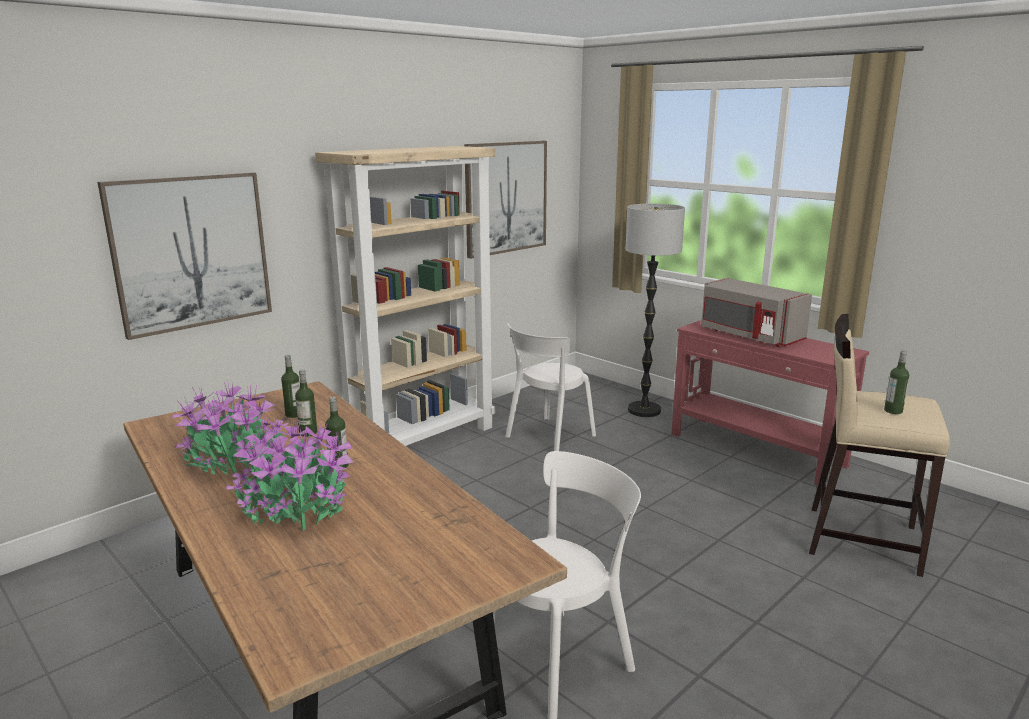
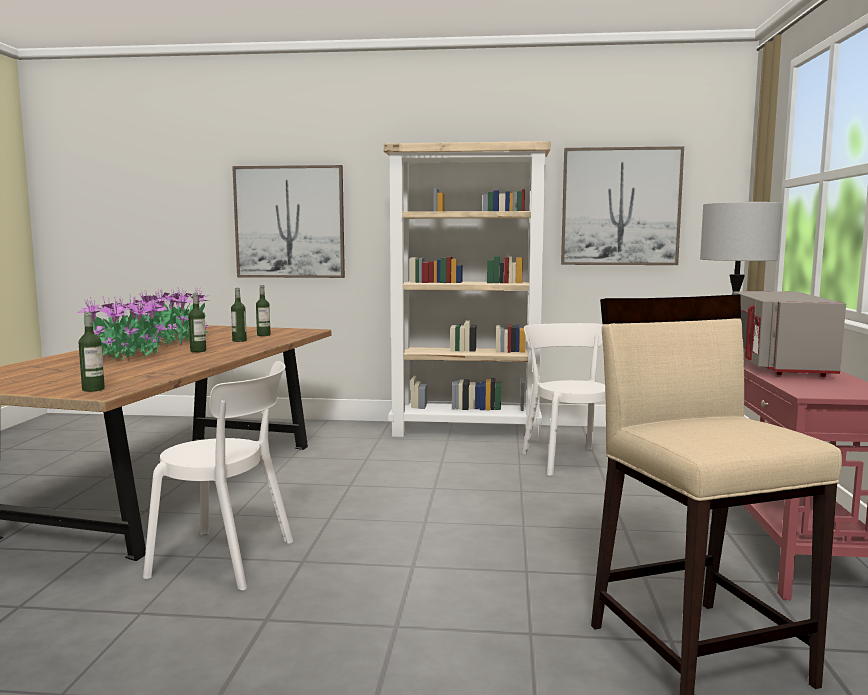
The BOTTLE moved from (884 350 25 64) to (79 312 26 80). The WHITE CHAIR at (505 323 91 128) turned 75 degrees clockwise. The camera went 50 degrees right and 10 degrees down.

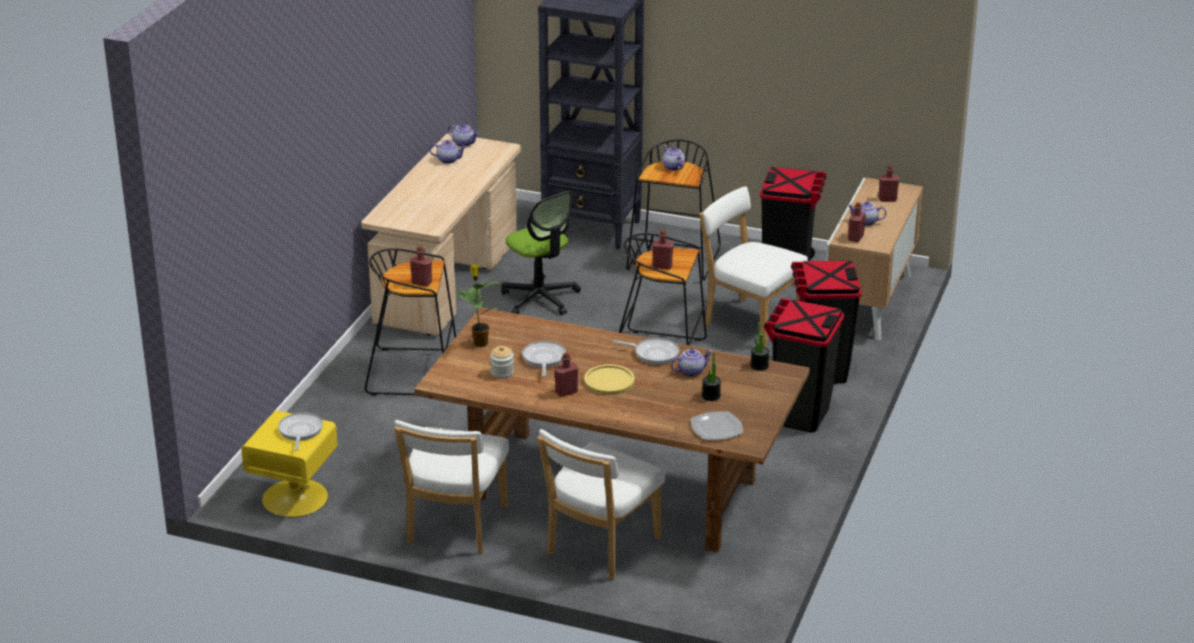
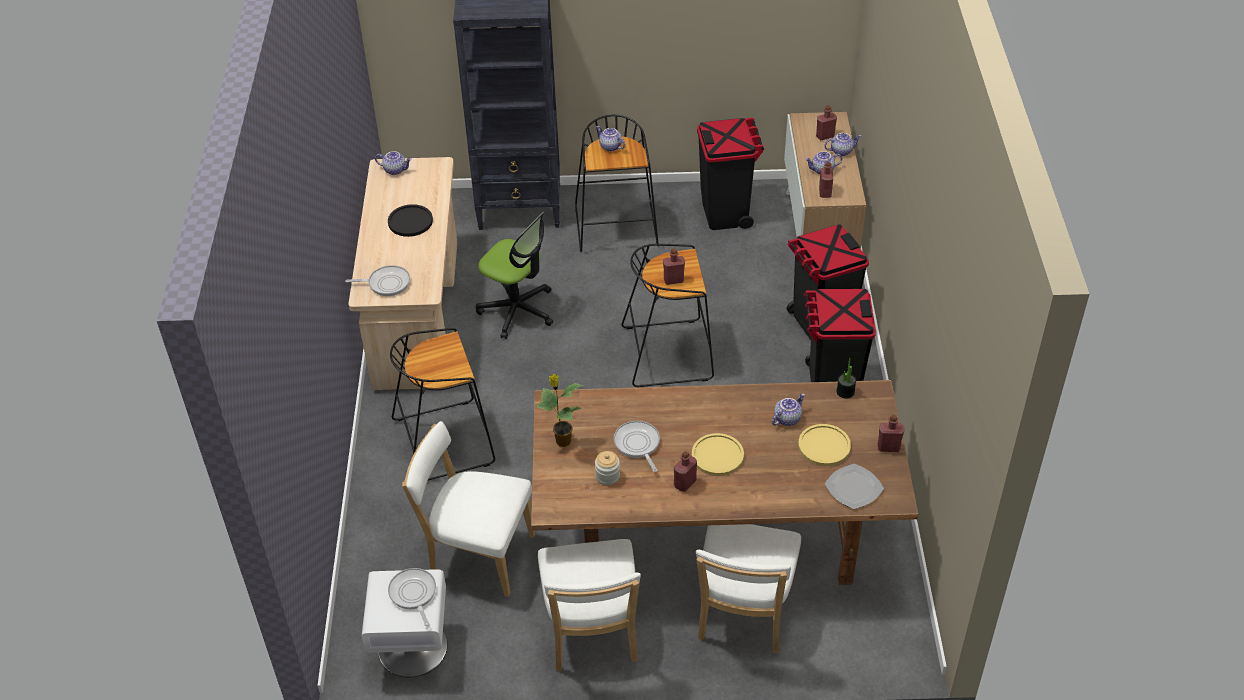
The BLACK PLATE at (388 204 45 33) appeared. The RED BOTTLE moved from (410 246 22 41) to (878 415 27 37). The TEAPOT moved from (429 140 37 24) to (824 133 37 23). The FRYING PAN moved from (613 338 66 27) to (345 265 65 31). The WHITE CHAIR moved from (699 186 109 161) to (402 421 133 176). The POTTED PLANT at (702 352 19 49) was replaced by the YELLOW PLATE at (798 424 53 42). The YELLOW NIGHTSTAND at (241 411 97 106) became the WHITE NIGHTSTAND at (362 569 86 108). The camera went 20 degrees left and 15 degrees up.

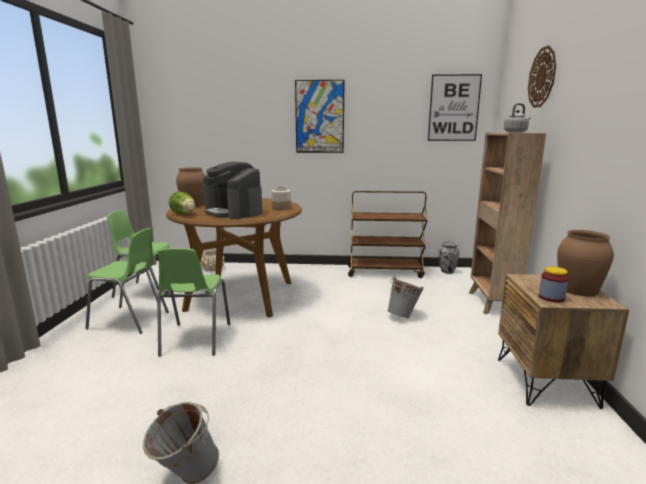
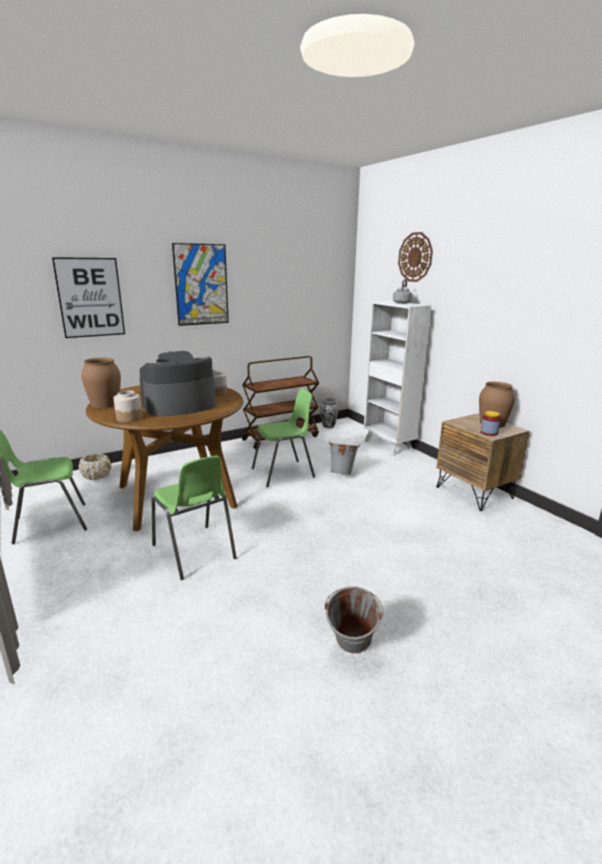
The GREEN CHAIR moved from (85 228 84 106) to (252 389 63 98). The PICTURE moved from (428 74 54 67) to (52 257 73 81). The LETTUCE at (169 192 26 22) was replaced by the JAR at (114 390 28 32). The BROWN BOOKCASE at (469 132 77 182) became the WHITE BOOKCASE at (364 301 67 155). The COFFEE MACHINE at (203 162 60 57) turned 135 degrees clockwise. The camera went 35 degrees left and 5 degrees up.

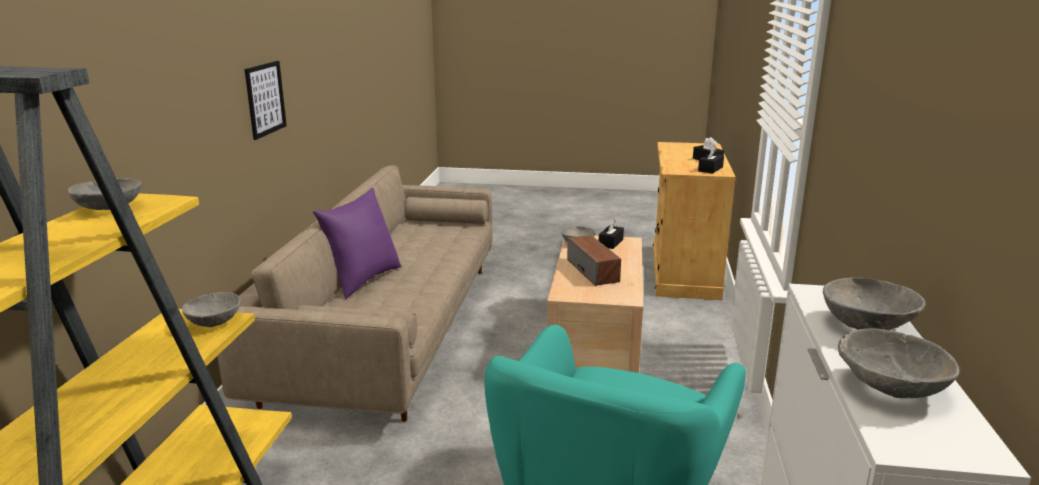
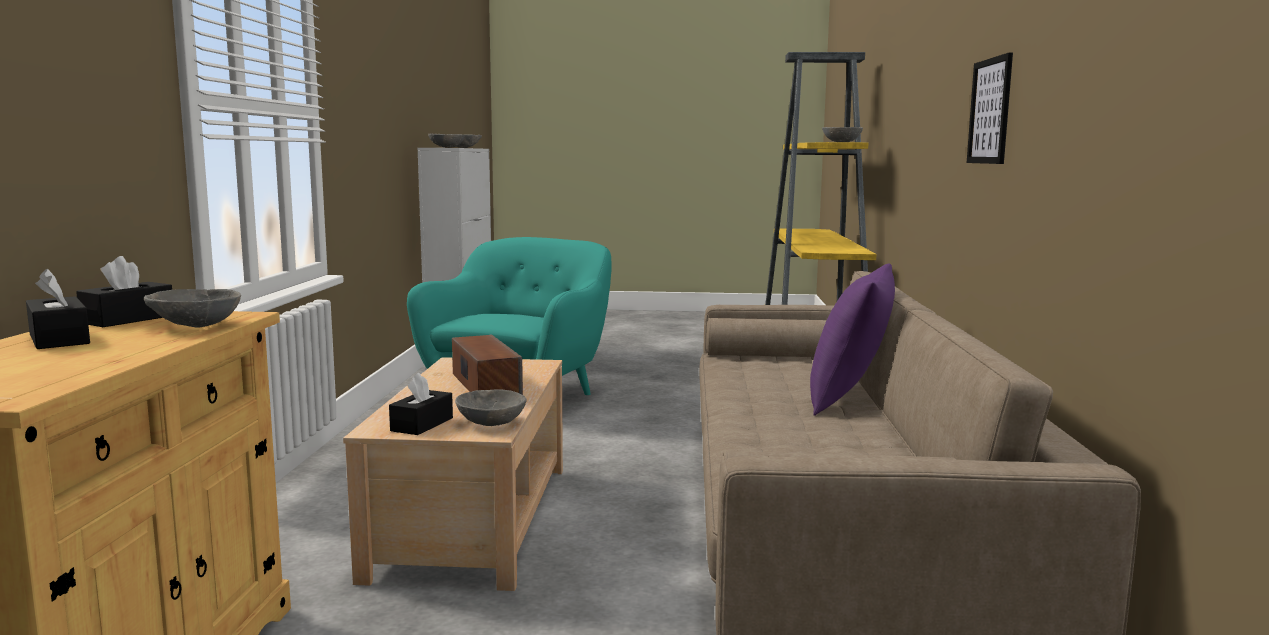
The GREY BOWL moved from (182 292 59 35) to (144 289 97 39). The camera went 175 degrees right and 10 degrees down.

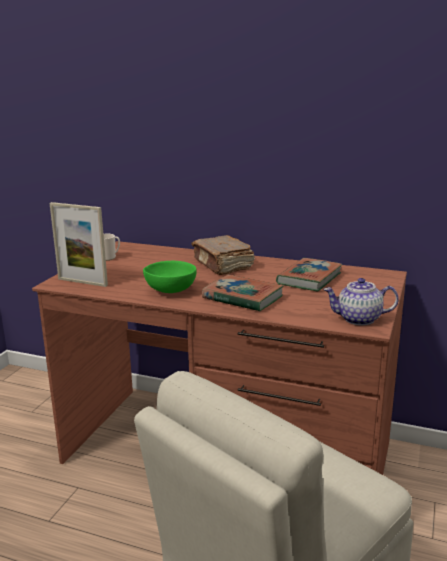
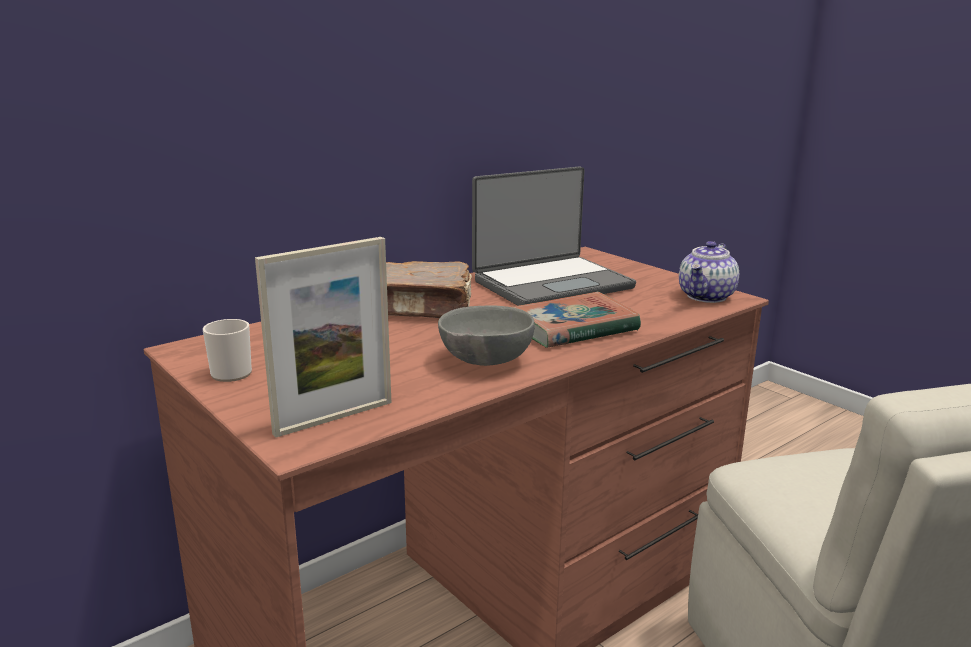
The BOOK at (276 258 67 33) was replaced by the LAPTOP at (472 166 164 140). The GREEN BOWL at (143 261 54 32) became the GREY BOWL at (438 305 97 61). The camera went 60 degrees left and 0 degrees up.

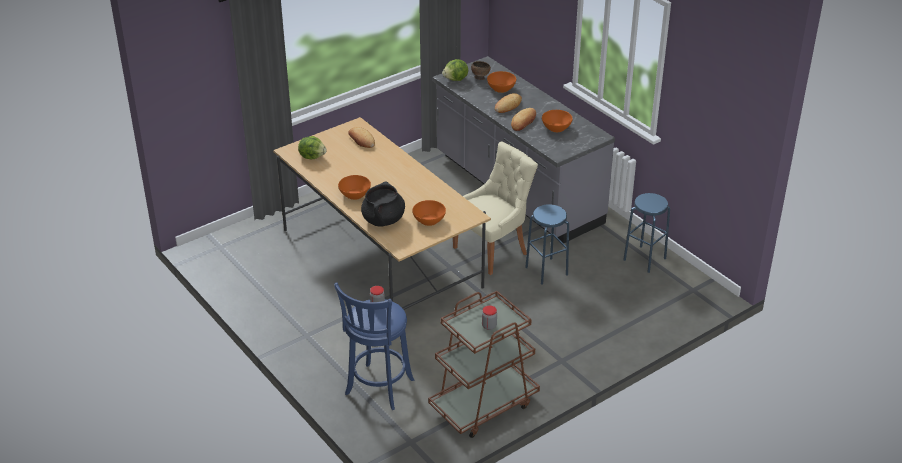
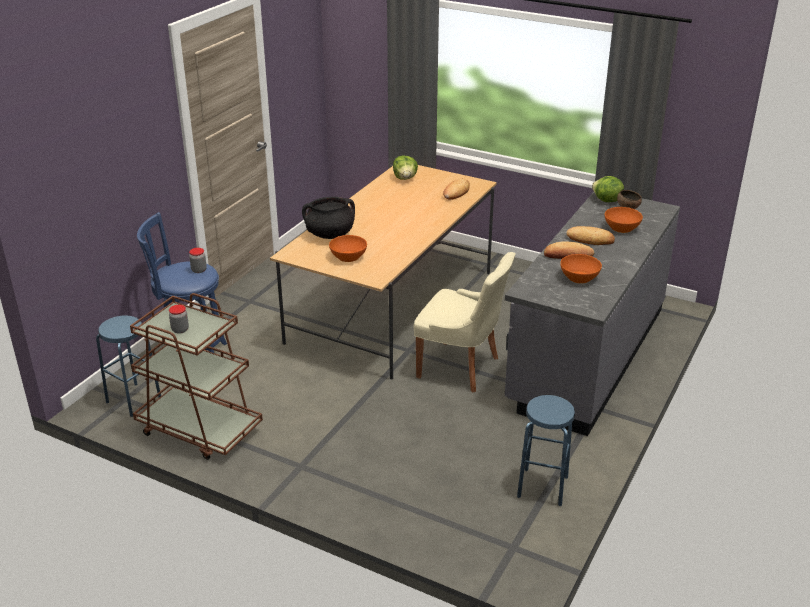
The ORANGE BOWL at (338 175 33 25) disappeared. The BLUE STOOL moved from (525 204 44 81) to (96 316 65 101). The camera went 65 degrees right and 5 degrees down.

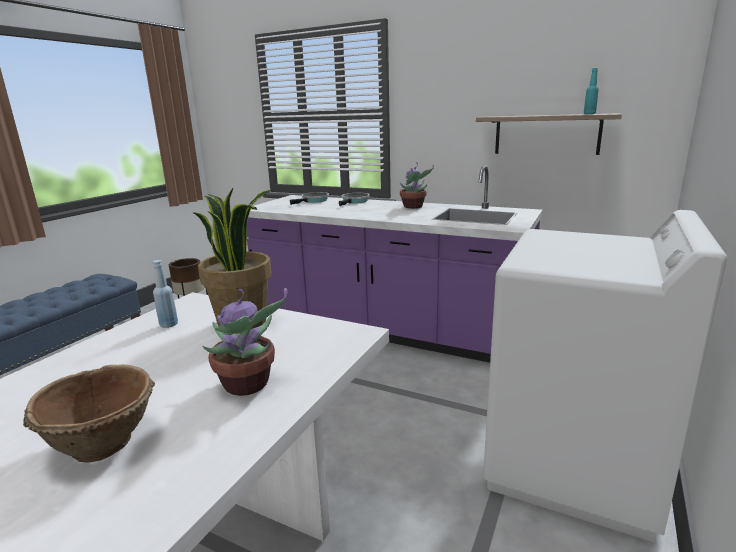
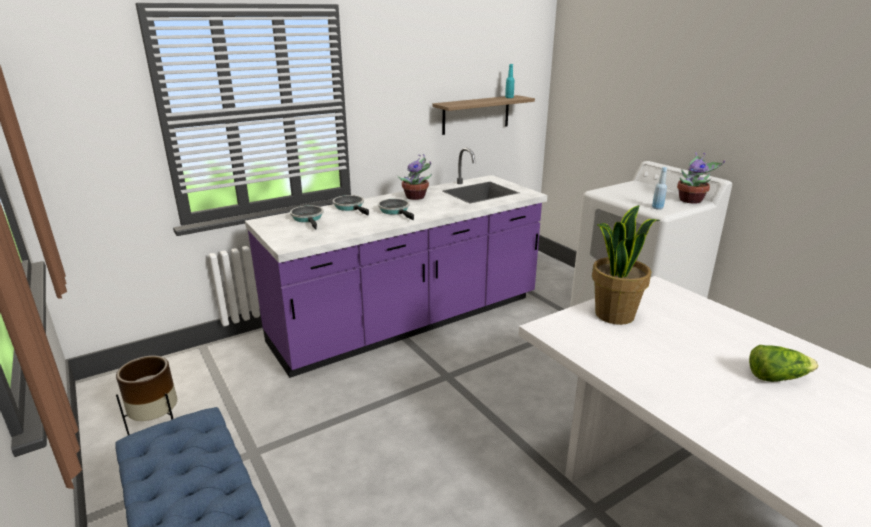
The FRYING PAN at (378 199 36 21) appeared. The BLUE BOTTLE moved from (152 260 26 68) to (652 167 15 43). The POTTED PLANT moved from (202 288 86 108) to (677 152 48 52). The BROWN BOWL at (23 364 132 99) was replaced by the LETTUCE at (749 345 70 37). The camera went 60 degrees left and 5 degrees up.

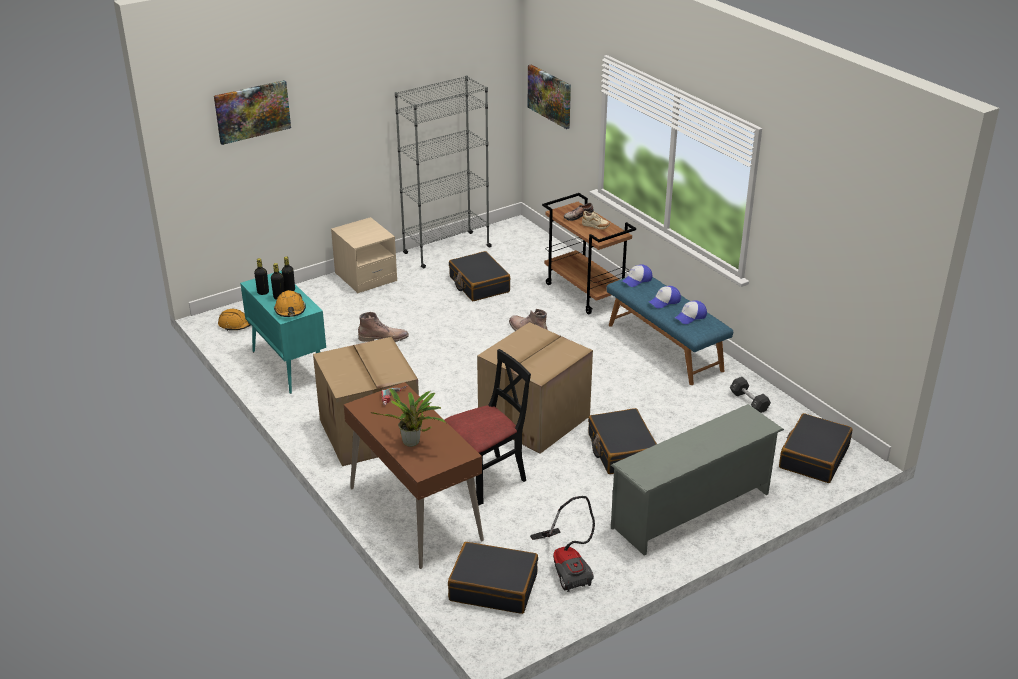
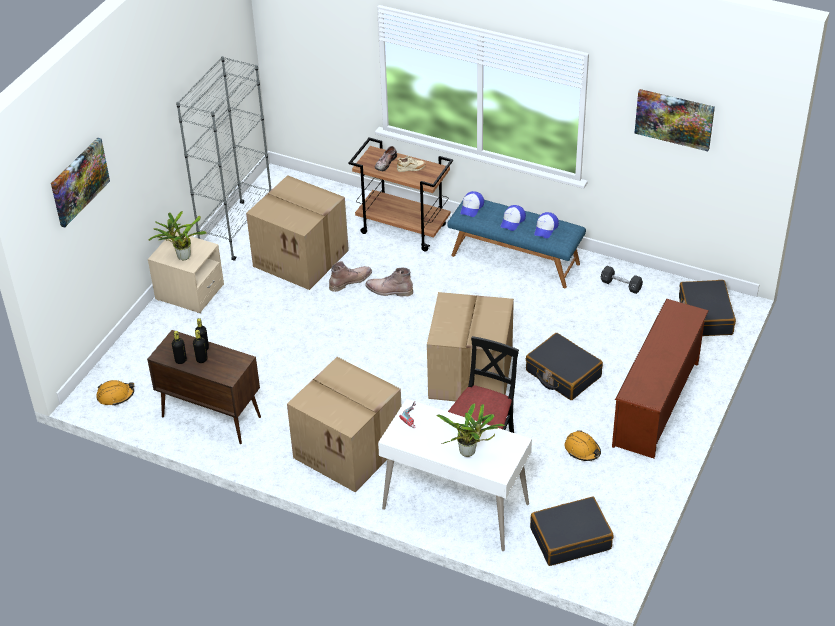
The VACUUM CLEANER at (530 496 65 96) disappeared. The POTTED PLANT at (148 211 59 49) appeared. The ORANGE HARD HAT moved from (274 290 32 27) to (564 431 37 30). The BROWN BOOT moved from (358 312 51 30) to (329 261 43 31). The PICTURE moved from (528 65 43 64) to (635 89 80 62). The BLACK SUITCASE at (449 251 62 50) was replaced by the CARDBOARD BOX at (246 175 103 115). The TURQUOISE CABINET at (240 271 86 123) became the BROWN CABINET at (147 330 114 114). The BROWN DESK at (344 382 140 187) became the WHITE DESK at (378 399 154 152). The GREY SHOE RACK at (611 404 173 152) became the BROWN SHOE RACK at (612 299 97 159). The camera went 30 degrees left and 10 degrees up.

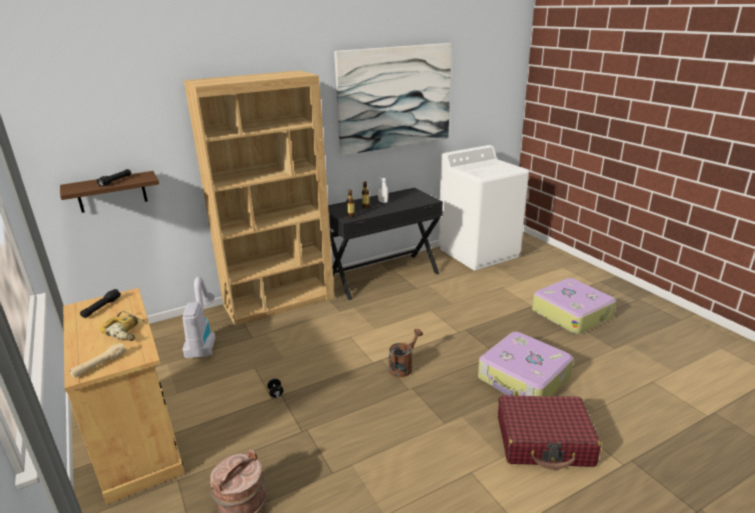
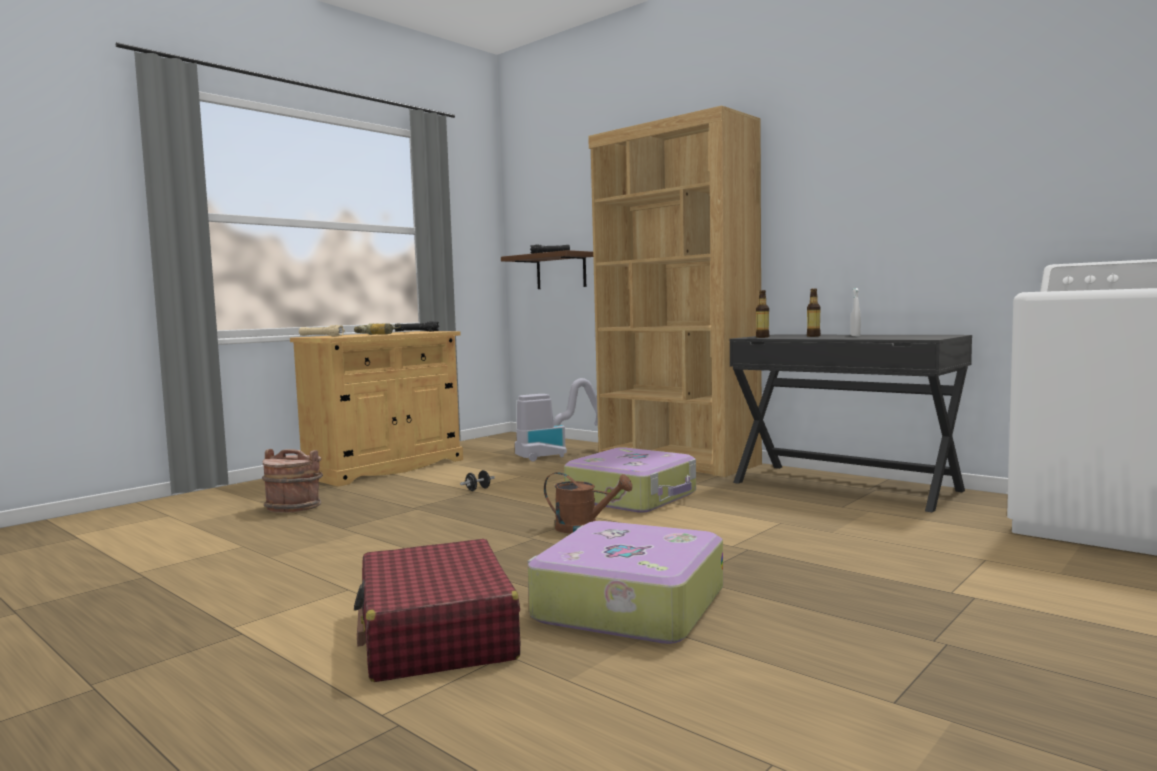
The PICTURE at (334 43 118 113) disappeared. The SUITCASE moved from (532 278 84 56) to (564 447 132 66). The camera went 70 degrees right and 20 degrees down.

